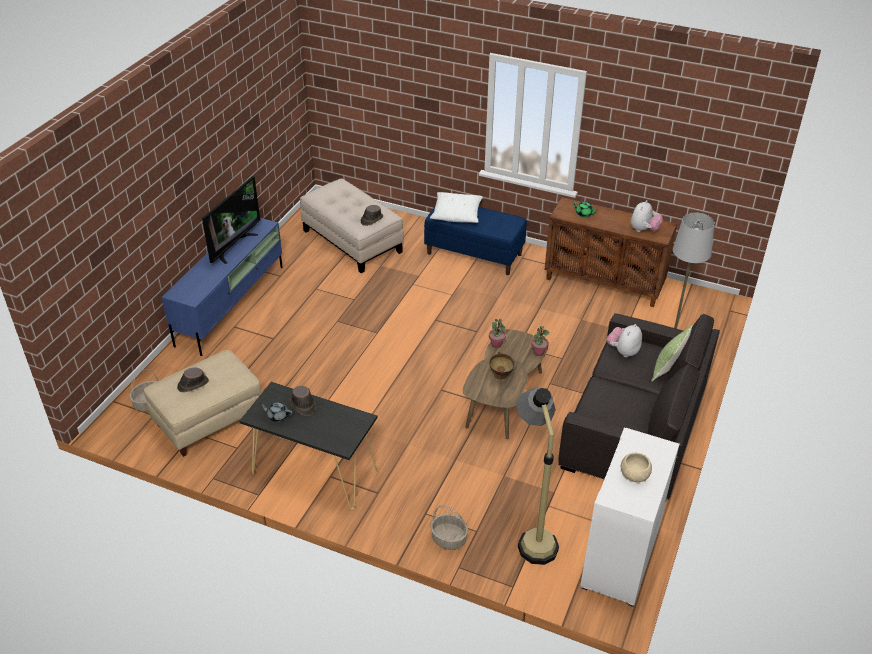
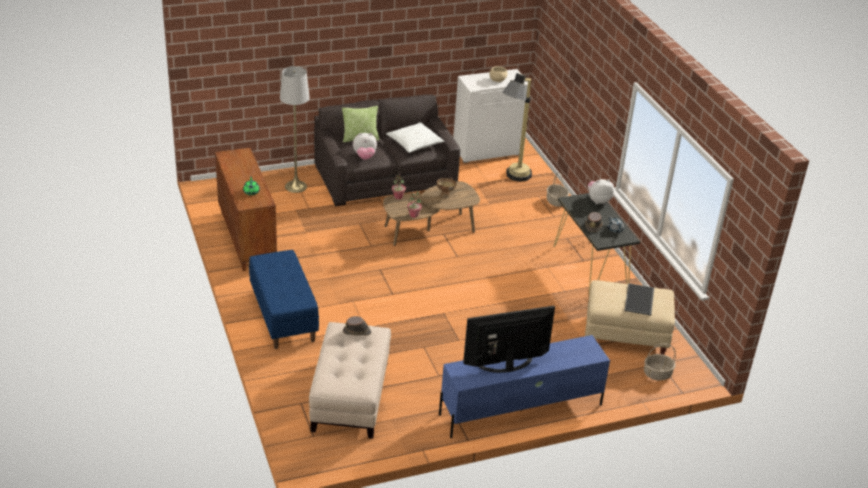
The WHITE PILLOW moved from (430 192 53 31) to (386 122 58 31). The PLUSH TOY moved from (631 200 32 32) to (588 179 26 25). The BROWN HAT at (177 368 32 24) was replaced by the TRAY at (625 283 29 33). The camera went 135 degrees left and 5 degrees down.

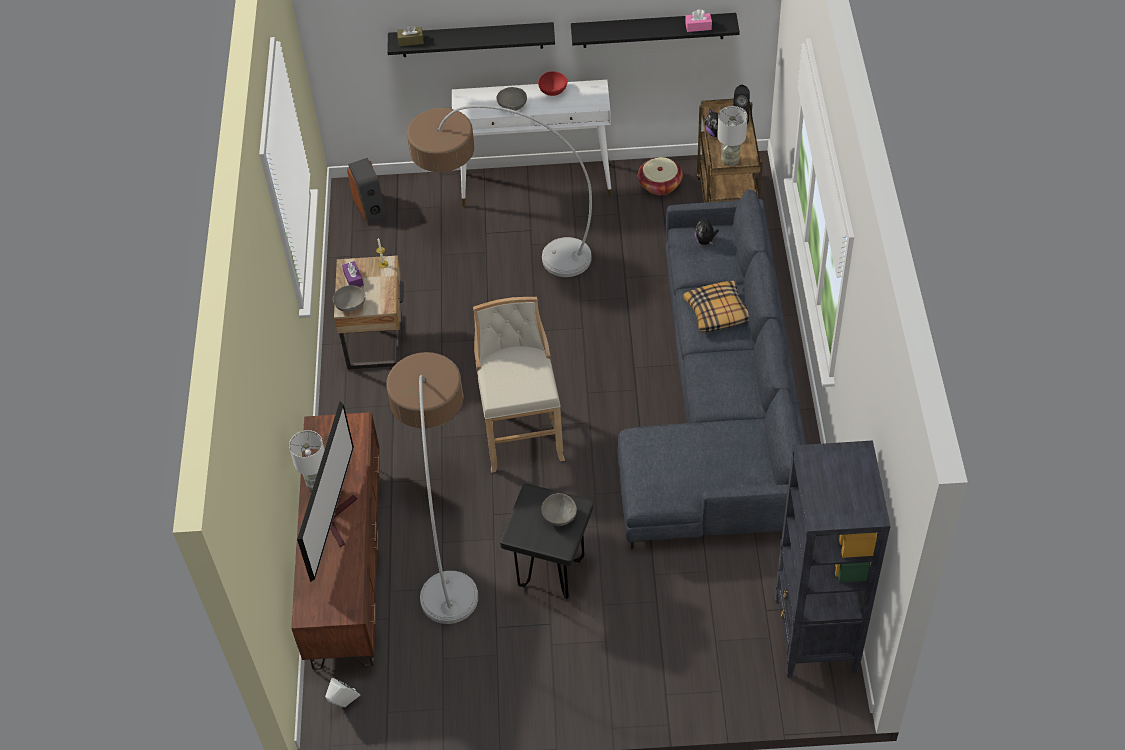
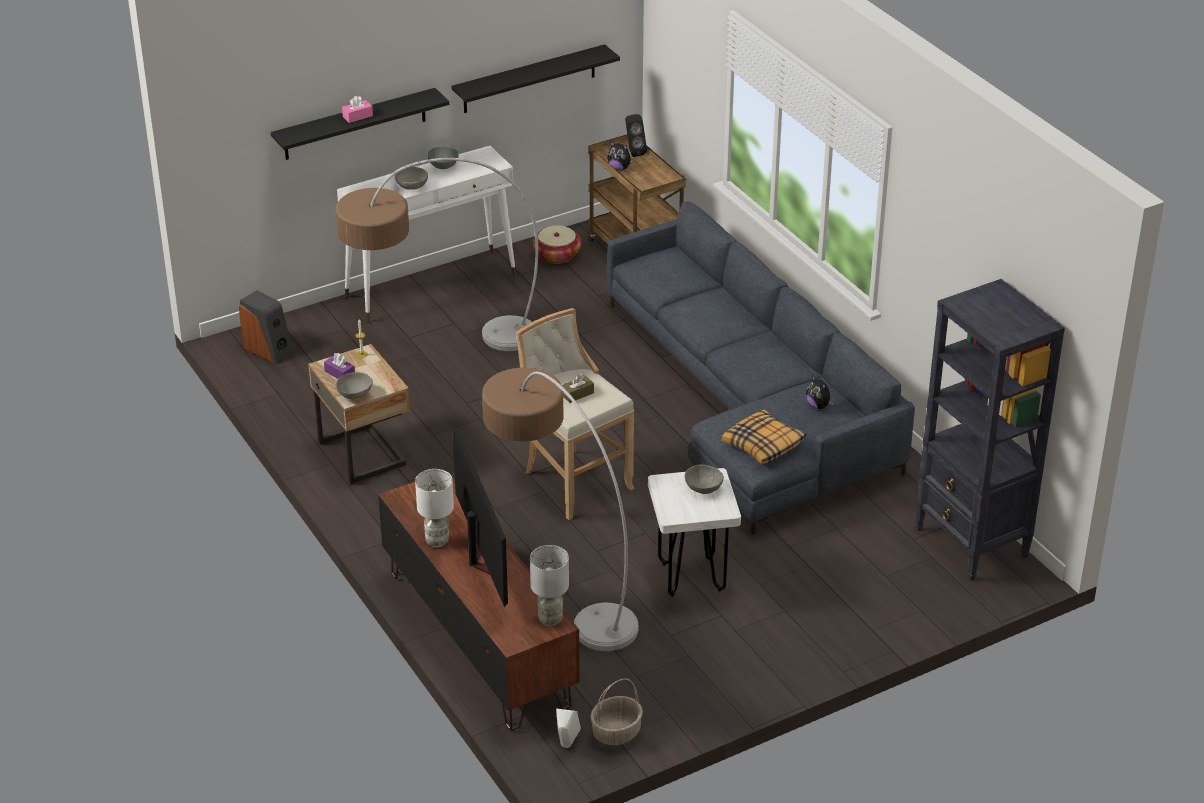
The BASKET at (590 679 53 66) appeared. The BROWN TISSUE BOX moved from (397 25 27 21) to (562 374 32 29). The PILLOW moved from (683 281 66 51) to (722 409 84 56). The PINK TISSUE BOX moved from (685 9 27 23) to (342 96 31 27). The PLUSH TOY moved from (695 216 24 29) to (806 375 28 34). The GREY TABLE LAMP moved from (717 106 31 60) to (530 545 39 81). The BLACK STOOL at (500 484 93 115) became the WHITE STOOL at (648 468 93 129). The RED BOWL at (538 71 29 25) became the GREY BOWL at (427 146 32 23). The camera went 30 degrees left and 15 degrees down.

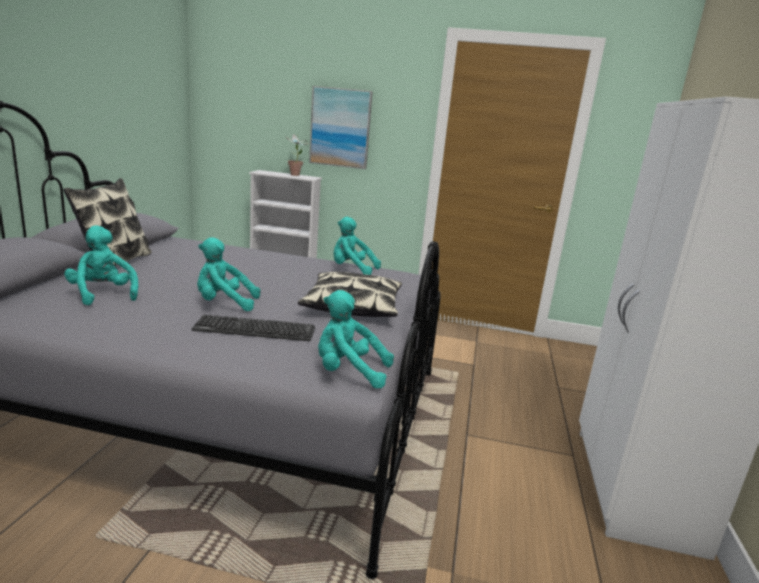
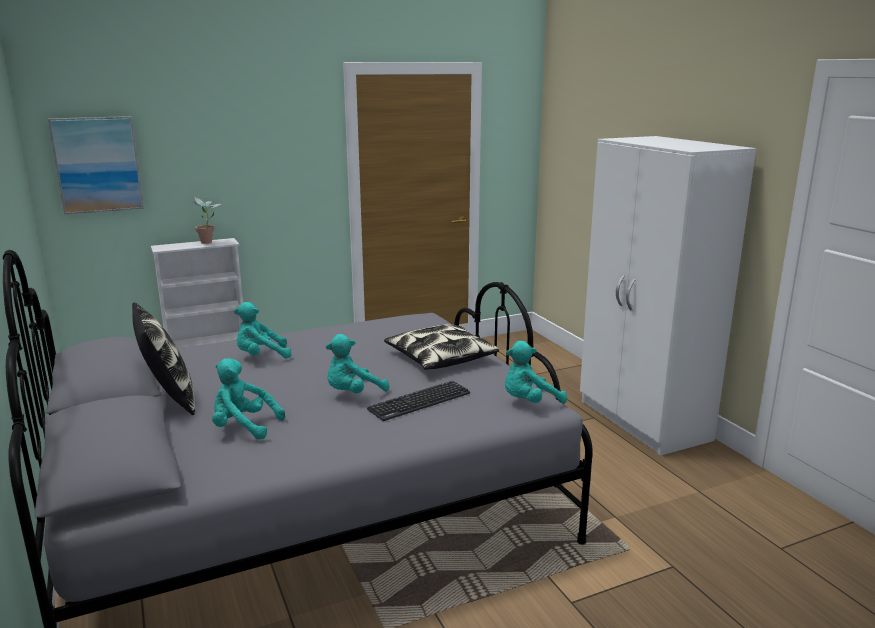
The PICTURE moved from (309 86 64 83) to (48 116 96 98). The TURQUOISE PLUSH TOY moved from (334 217 47 58) to (234 302 58 57). The camera went 35 degrees left and 0 degrees up.

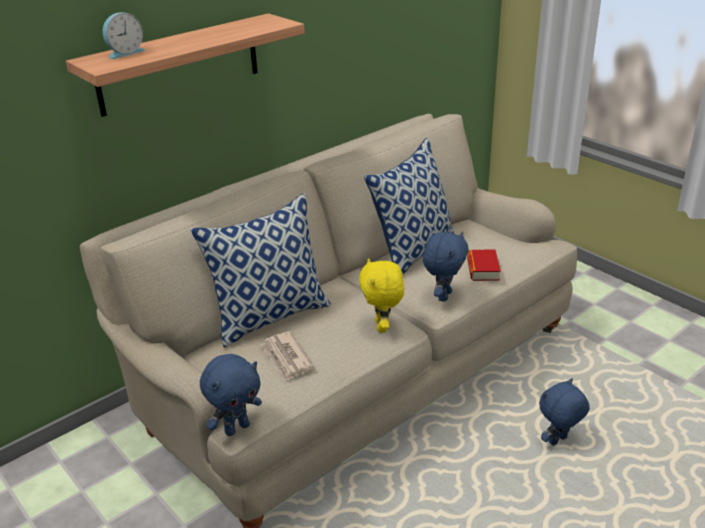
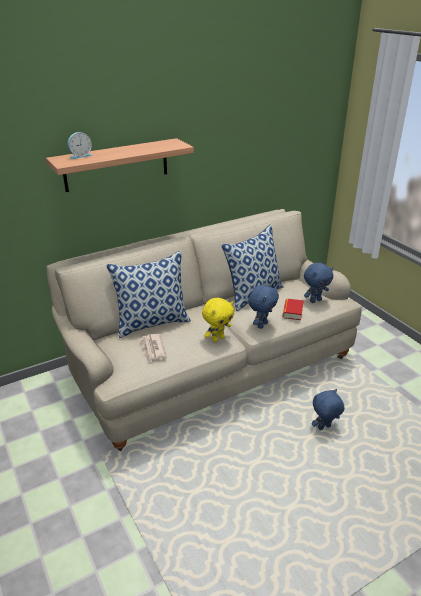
The BLUE PLUSH TOY moved from (200 354 62 82) to (304 263 29 40). The YELLOW PLUSH TOY at (359 258 45 75) turned 135 degrees counterclockwise. The camera went 10 degrees right and 0 degrees up.

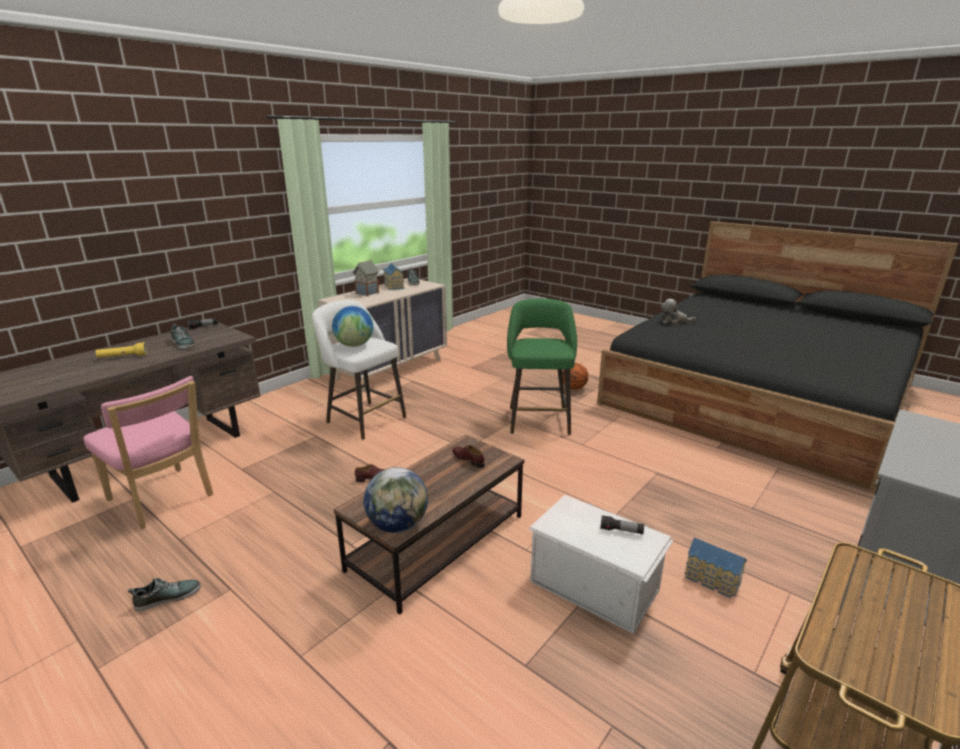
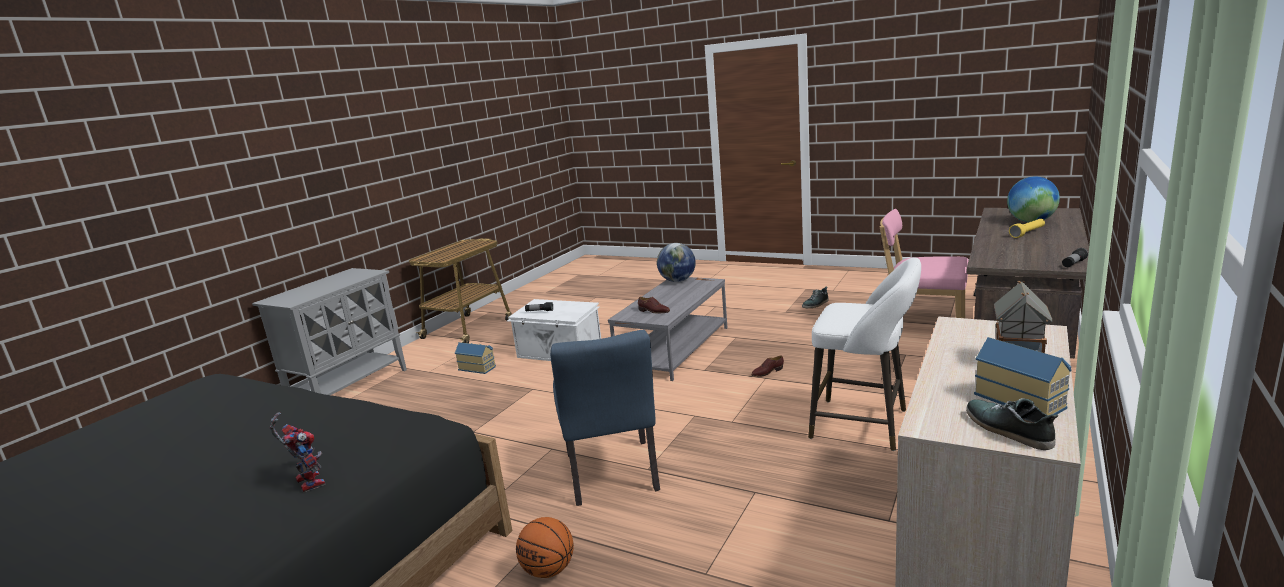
The SHOE at (171 324 24 25) disappeared. The GLOBE moved from (332 306 42 41) to (1007 177 53 45). The GREEN STOOL at (507 298 70 137) was replaced by the BLUE CHAIR at (550 330 110 176). The PLUSH TOY at (661 299 35 26) was replaced by the TOY ROBOT at (270 412 55 80). The BROWN COFFEE TABLE at (334 435 190 180) became the GREY COFFEE TABLE at (608 277 119 104). The camera went 170 degrees right and 5 degrees down.

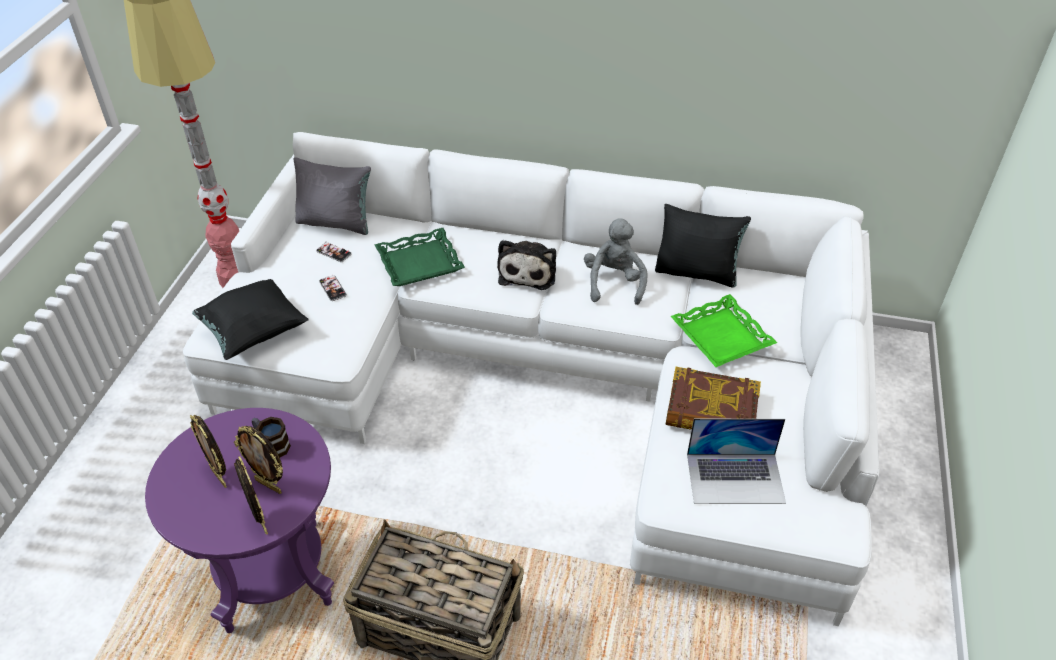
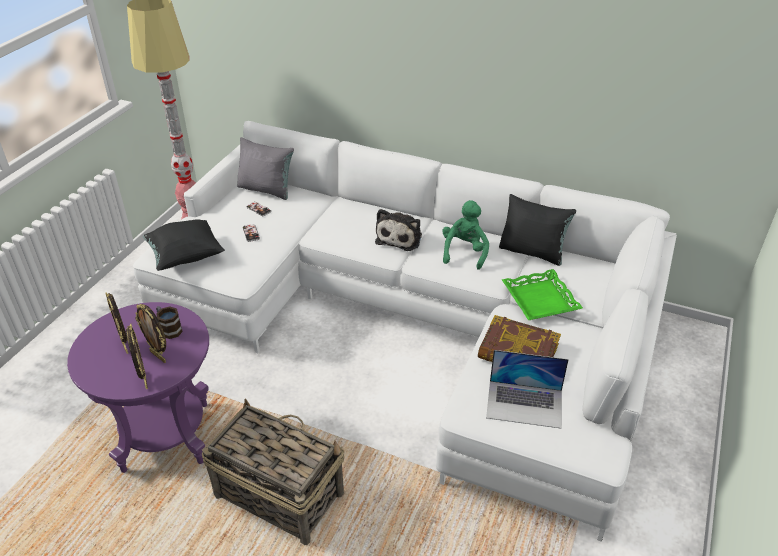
The GREEN TRAY at (374 228 91 58) disappeared. The GREY PLUSH TOY at (584 218 63 87) became the GREEN PLUSH TOY at (442 200 47 70). The camera went 10 degrees right and 5 degrees down.

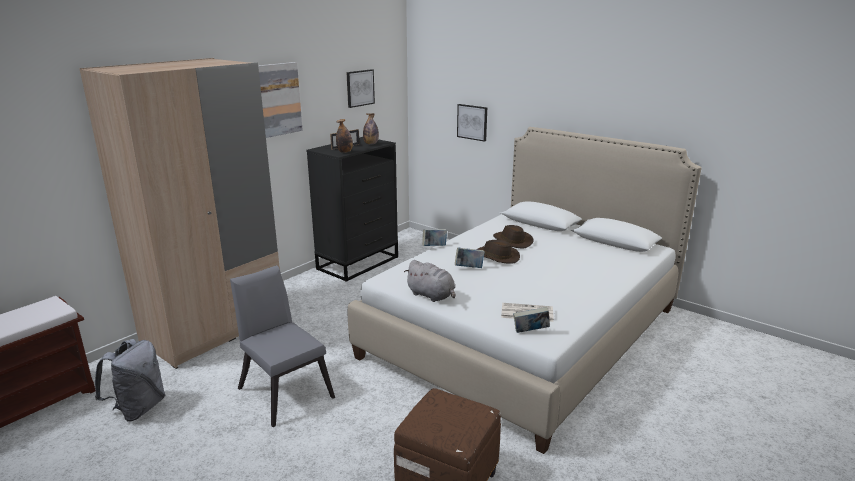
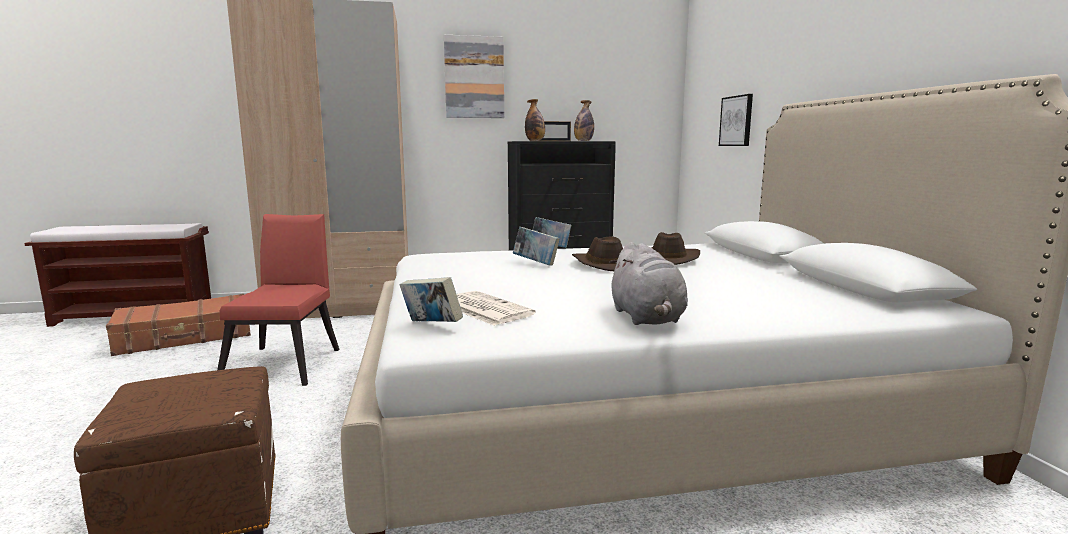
The PICTURE at (346 69 29 39) disappeared. The GREY PLUSH TOY moved from (404 260 52 42) to (609 242 79 83). The GREY BACKPACK at (95 339 70 82) was replaced by the BROWN SUITCASE at (106 294 145 62). The GREY CHAIR at (230 265 105 162) became the RED CHAIR at (217 214 123 172). The camera went 40 degrees right and 10 degrees down.

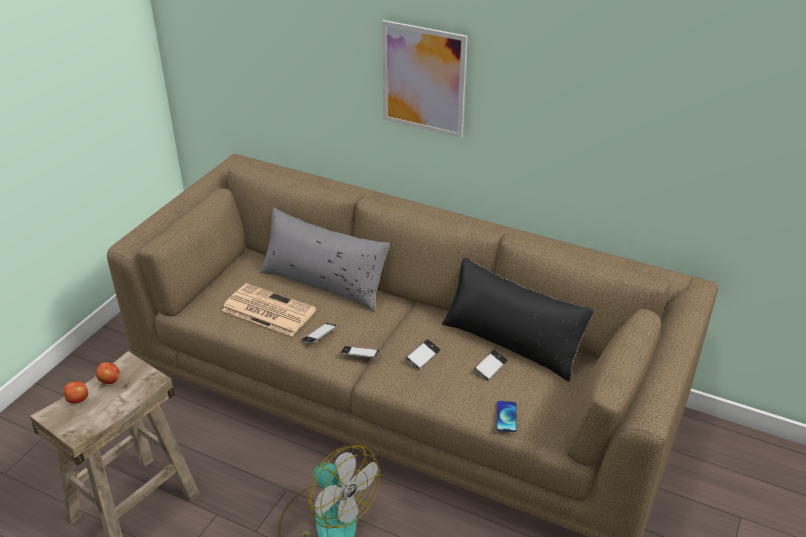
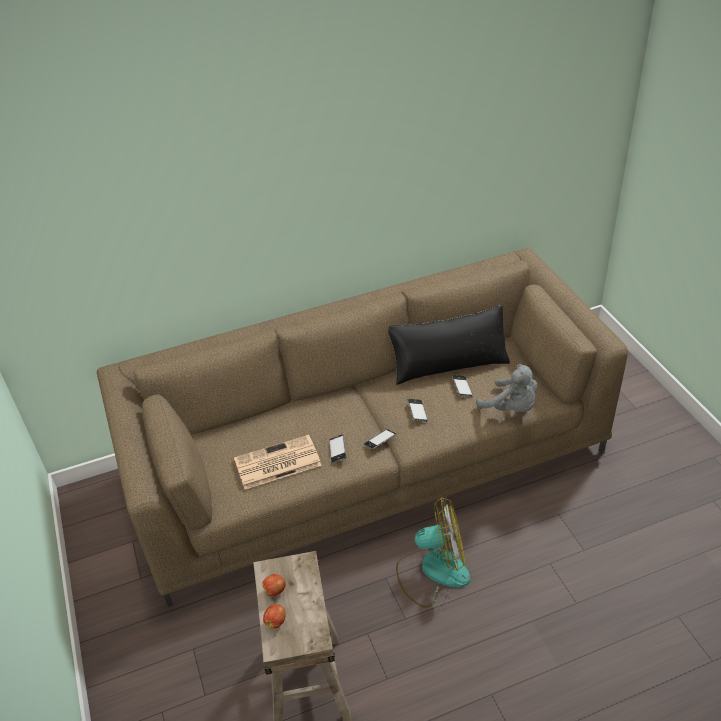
The GREY PILLOW at (260 208 130 103) disappeared. The PICTURE at (382 20 85 118) disappeared. The PHONE at (496 401 21 31) was replaced by the GREY PLUSH TOY at (476 364 62 48). The camera went 45 degrees left and 5 degrees up.

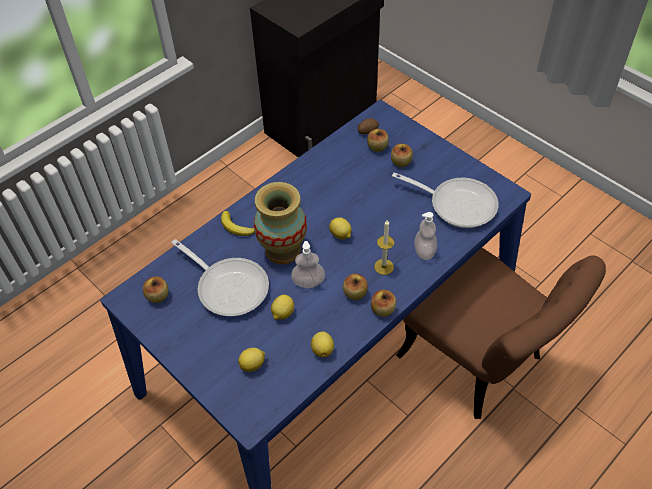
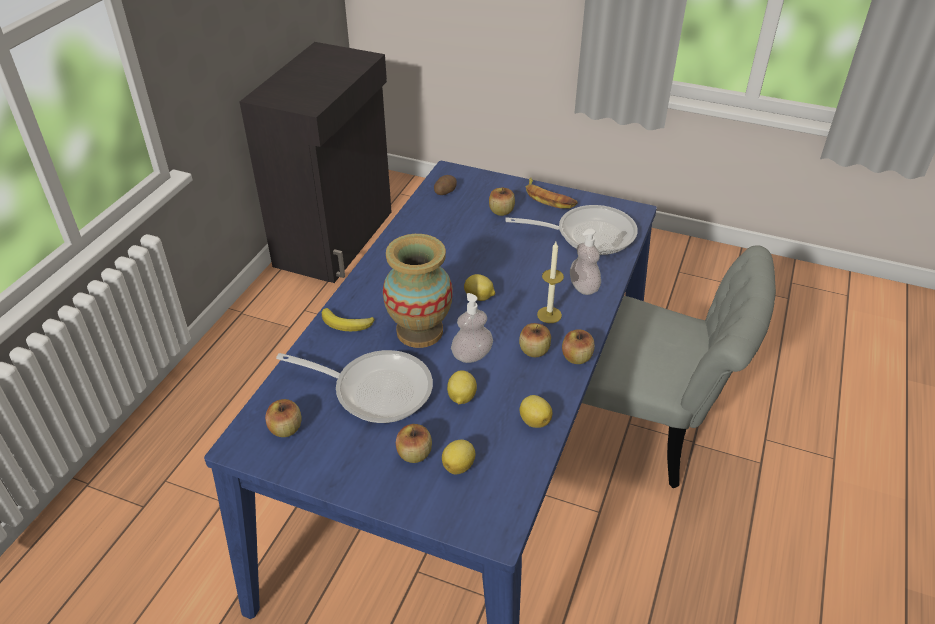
The BANANA at (526 177 52 32) appeared. The APPLE moved from (367 129 22 23) to (396 424 36 39). The BROWN CHAIR at (396 248 210 171) became the GREY CHAIR at (582 245 194 243). The camera went 25 degrees left and 10 degrees down.

